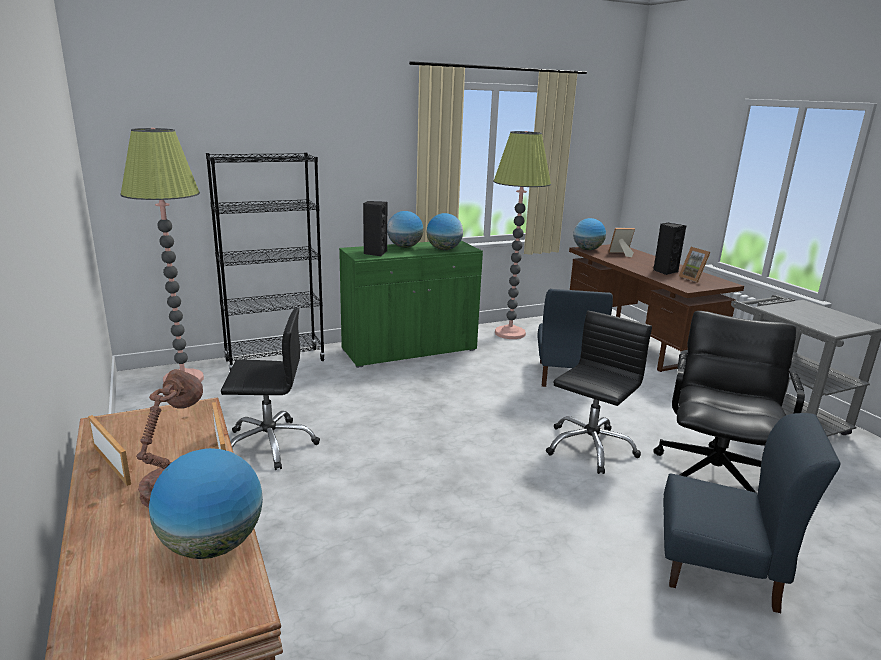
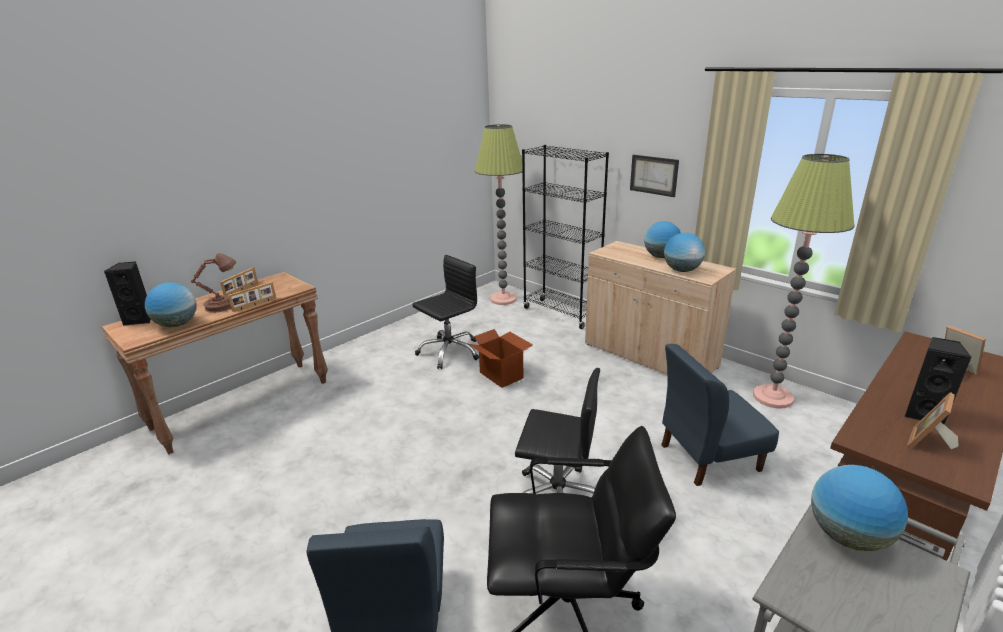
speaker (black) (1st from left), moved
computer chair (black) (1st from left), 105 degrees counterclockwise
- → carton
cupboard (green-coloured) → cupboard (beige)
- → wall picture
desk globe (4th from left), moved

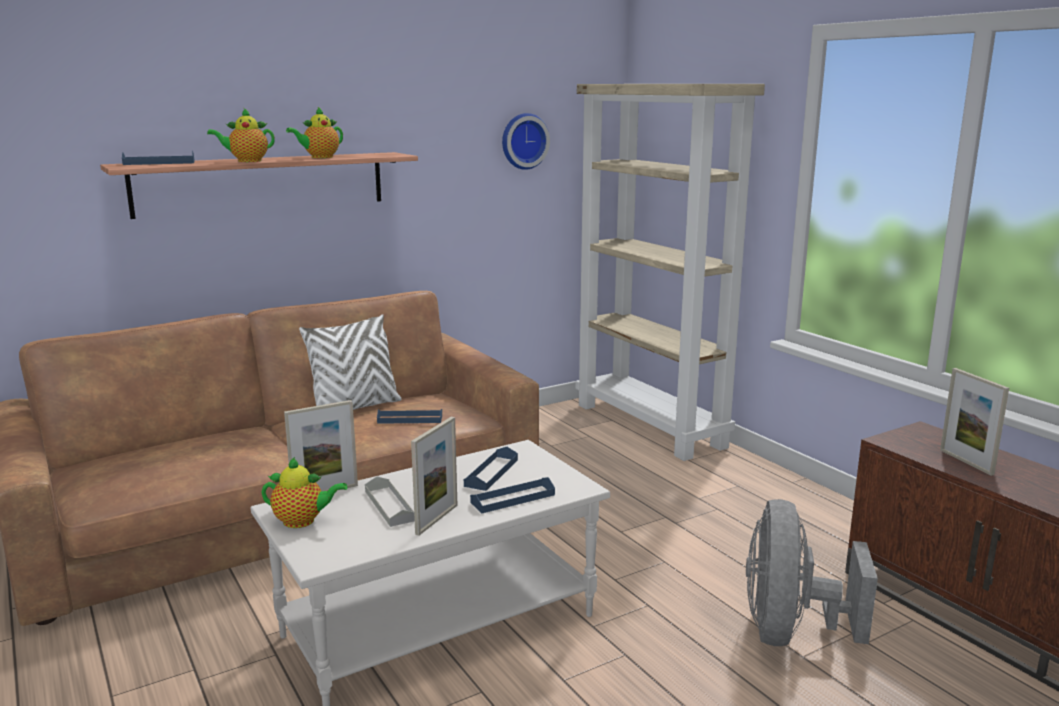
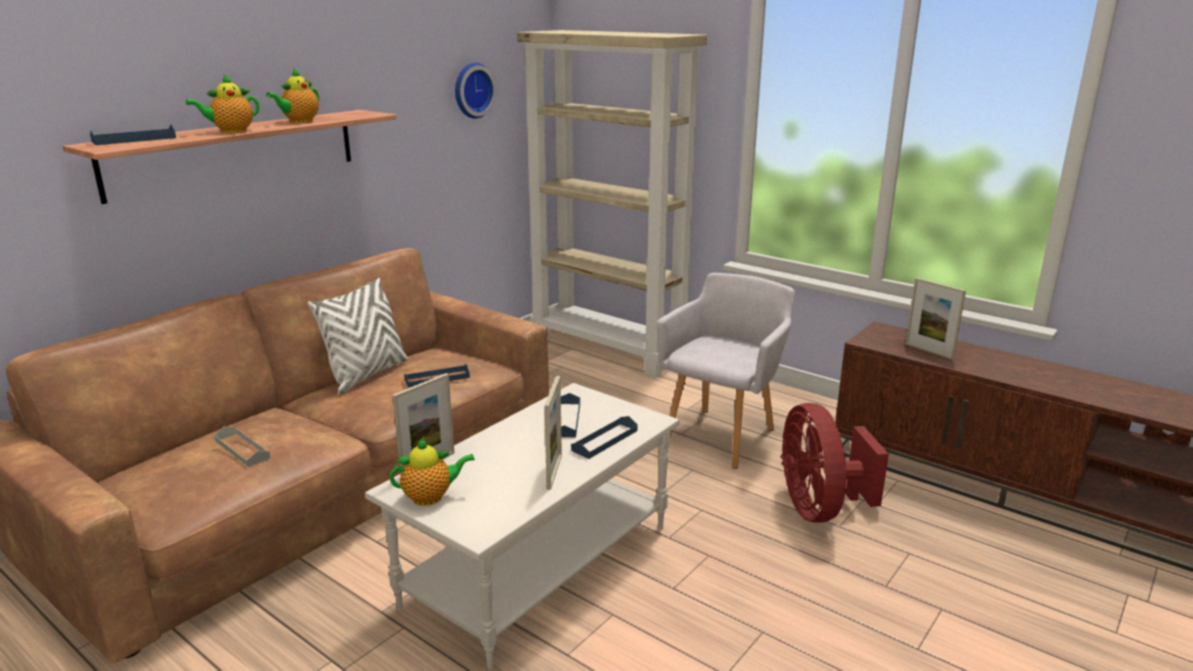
tray (greyish), moved
- → lounge chair (greyish)
fan (greyish) → fan (red)

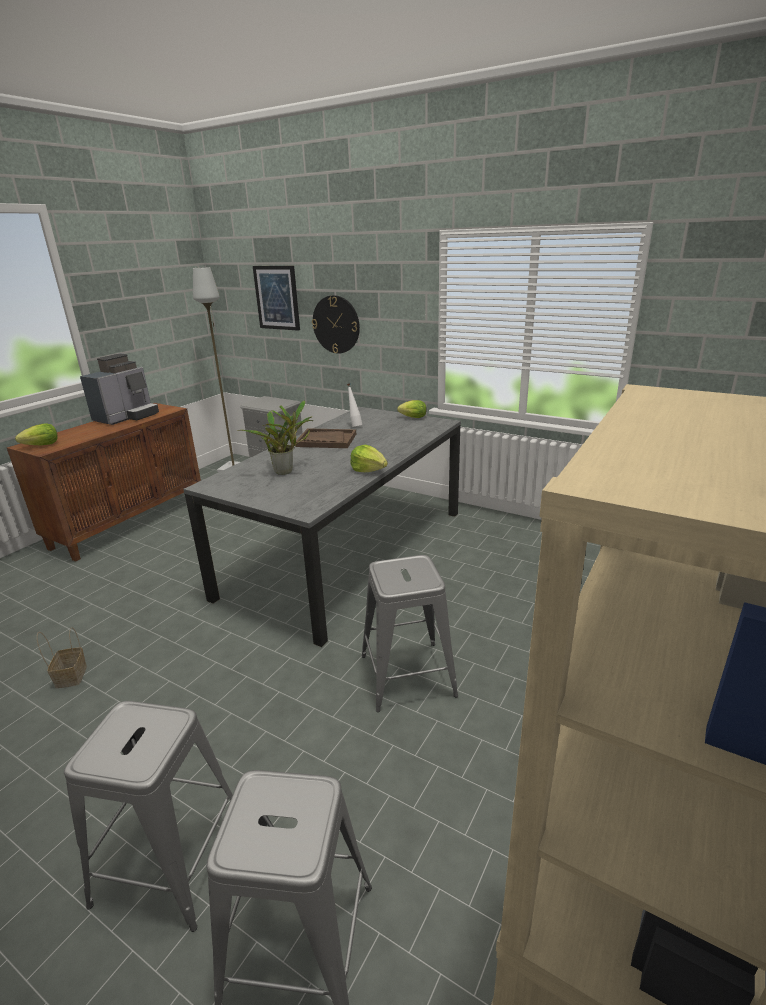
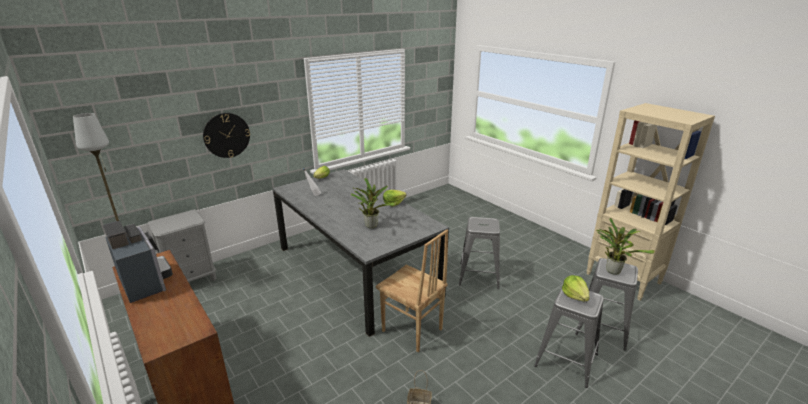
- → upright chair (brown)
head of lettuce (1st from left in the first image) → head of lettuce (3rd from left), moved
- → plant in a pot (2nd from left)
wall picture → -
tray (brown) → -

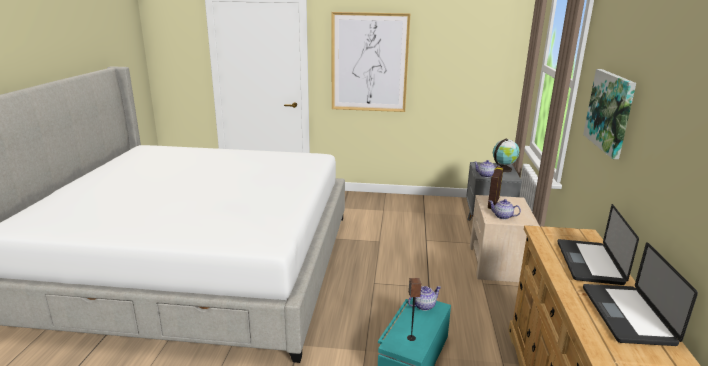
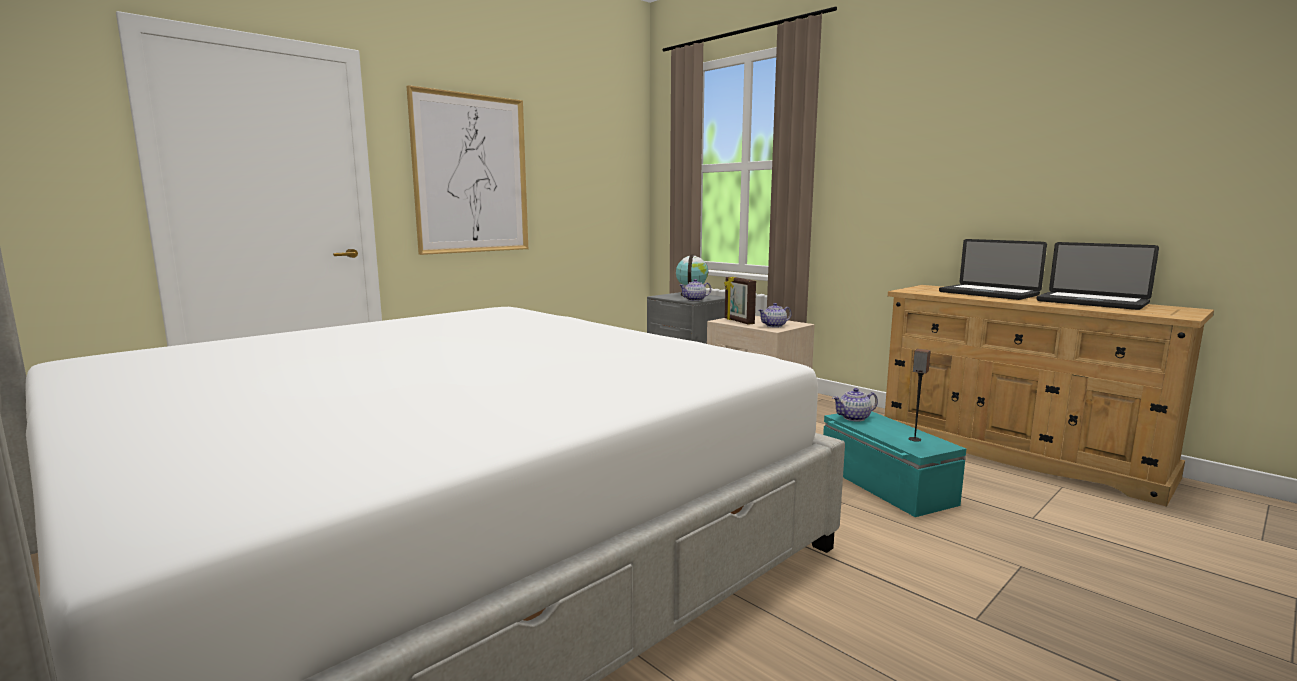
teapot (1st from left in the first image) → teapot (3rd from left), 120 degrees counterclockwise
wall picture (2nd from left) → -

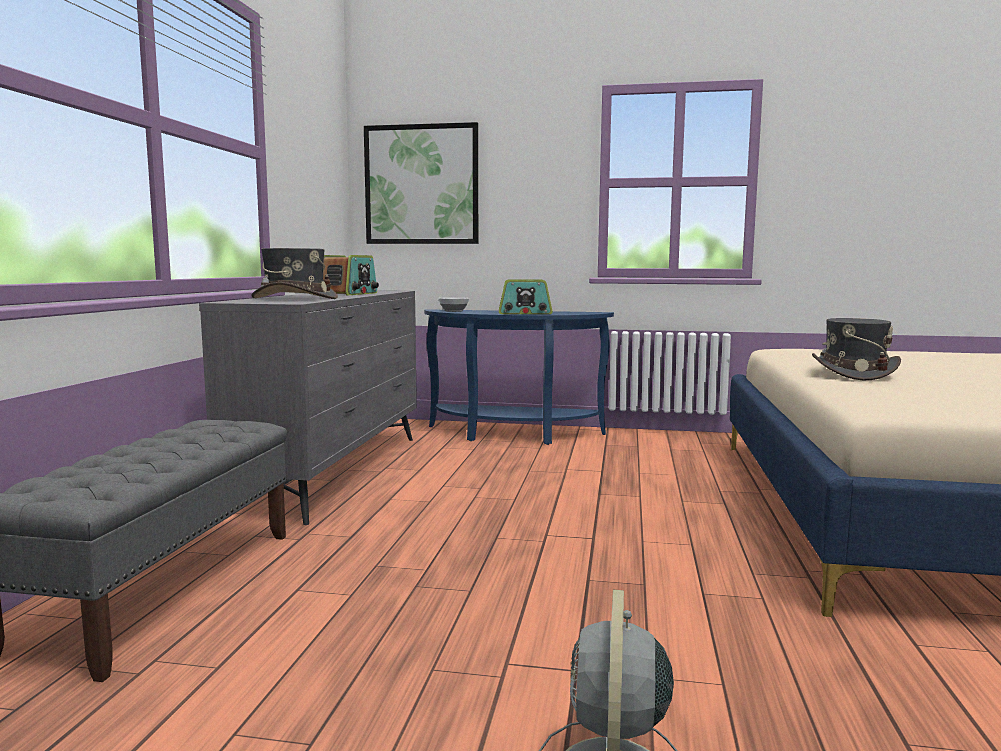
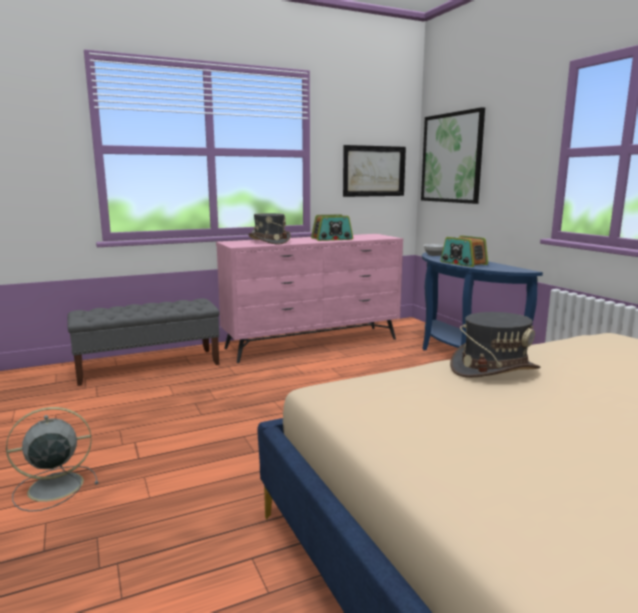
chest of drawers (greyish) → chest of drawers (pink-coloured)
- → wall picture (1st from left)

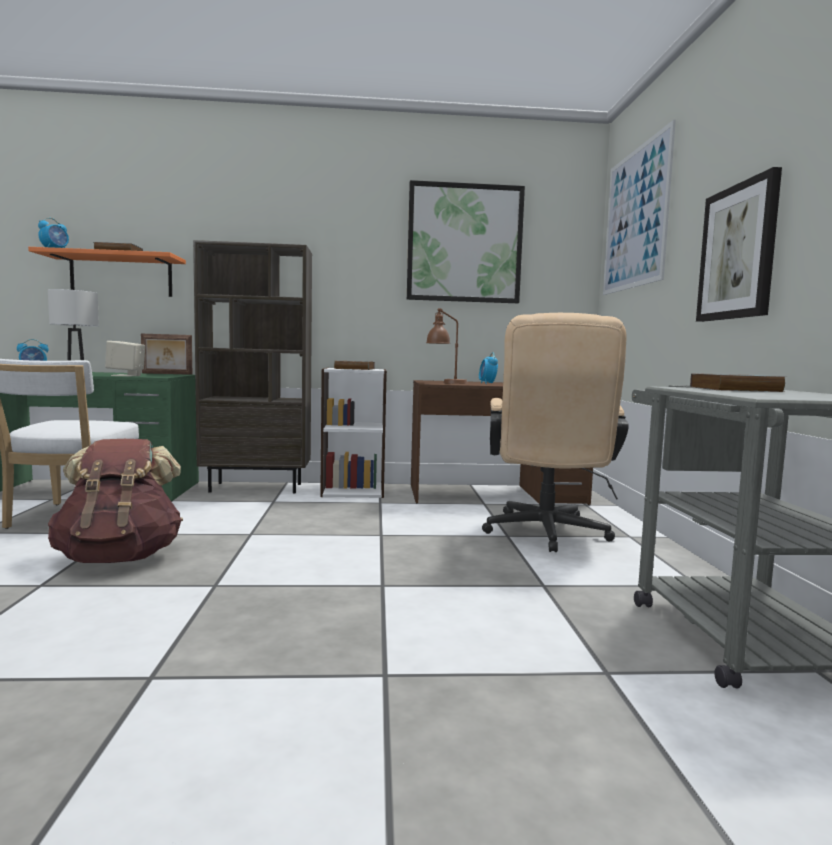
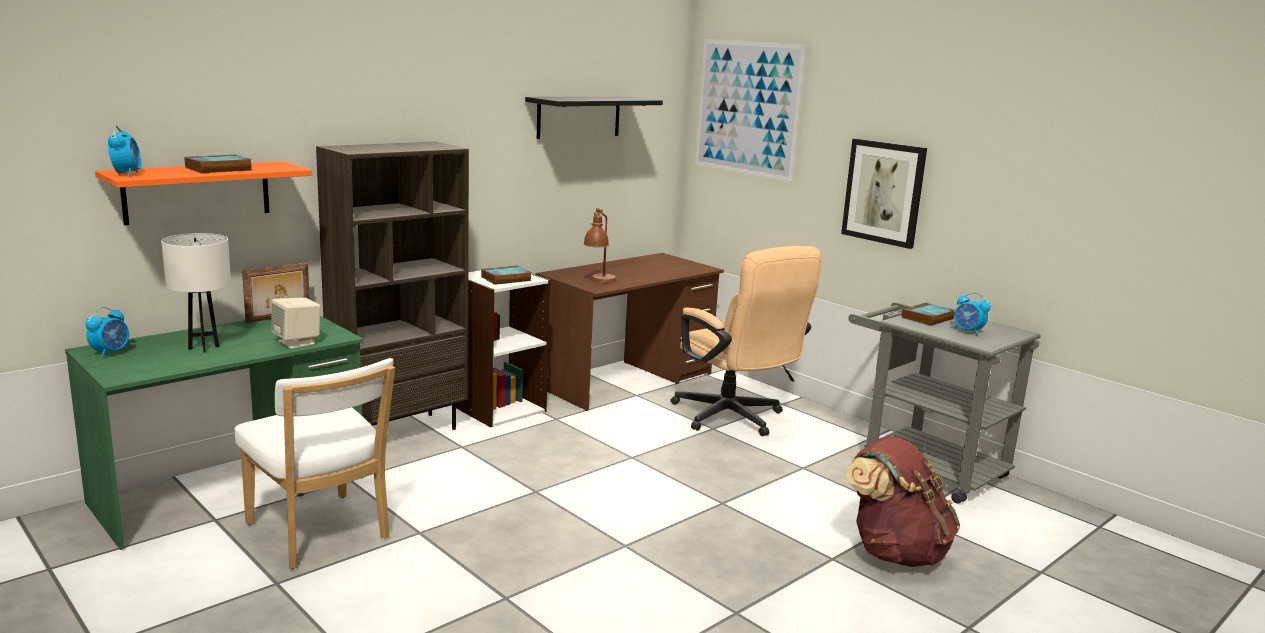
wall picture (1st from left) → shelf (black)
knapsack (brown), moved
alarm clock (3rd from left), moved

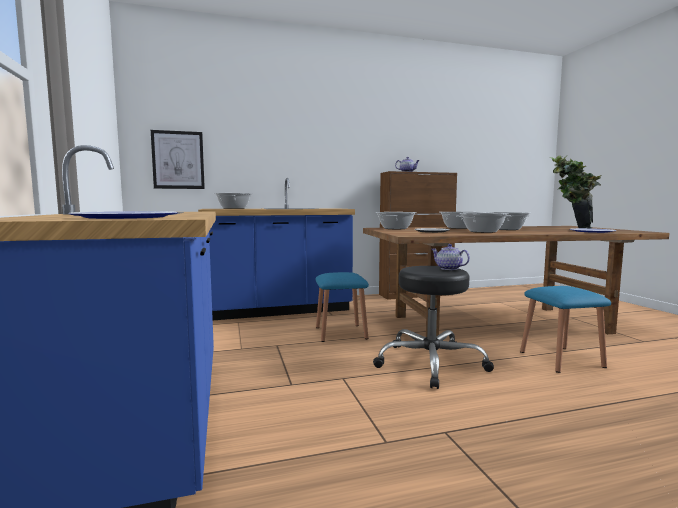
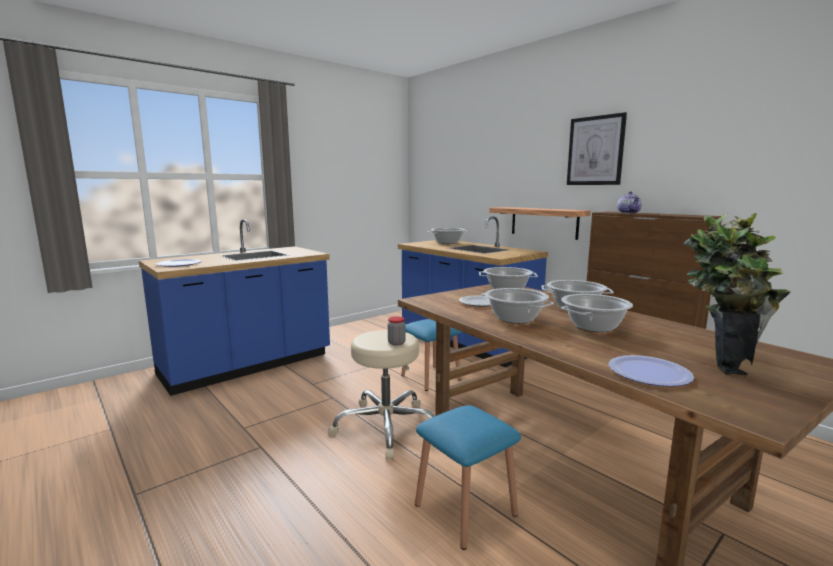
sitting stool (black) → sitting stool (beige)
teapot (2nd from left) → preserve jar
- → shelf
wall picture, moved

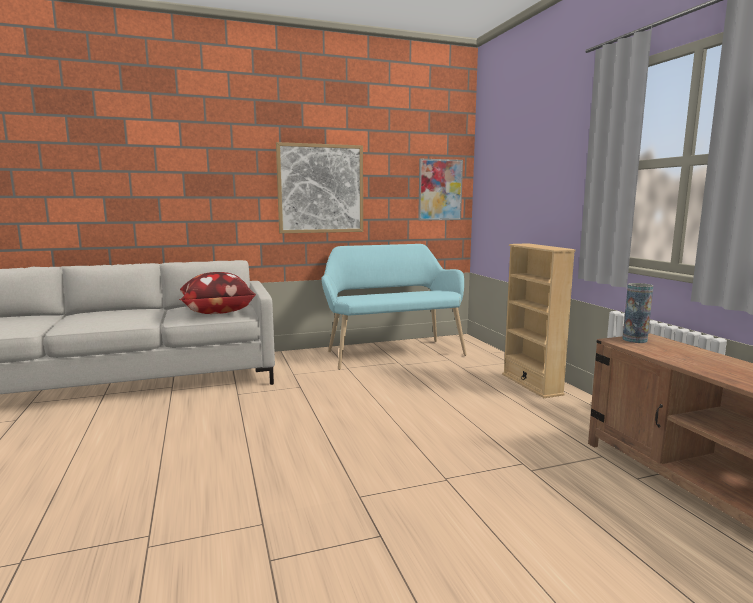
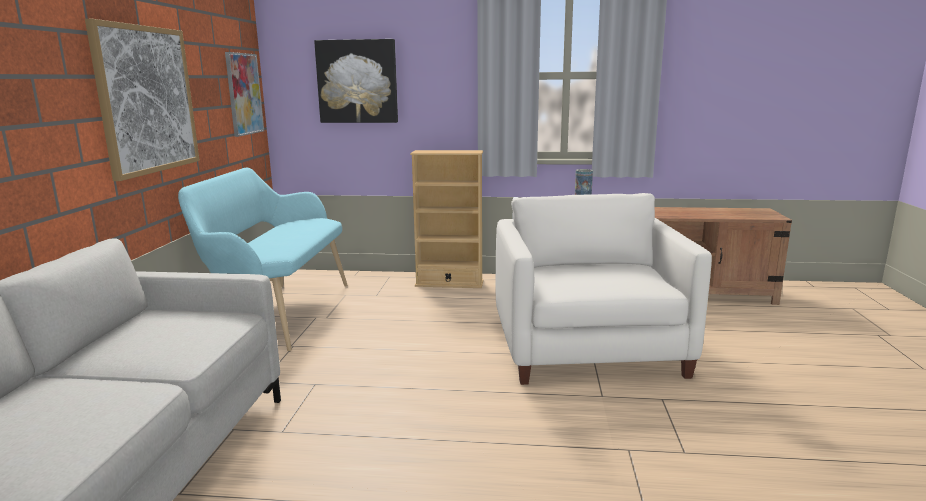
- → wall picture (3rd from left)
- → lounge chair (white-coloured)
cushion → -

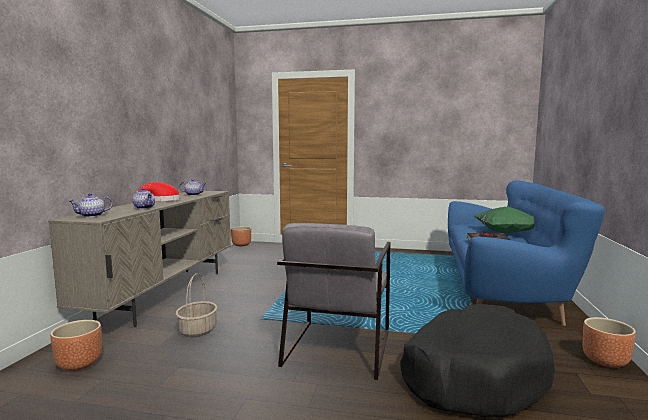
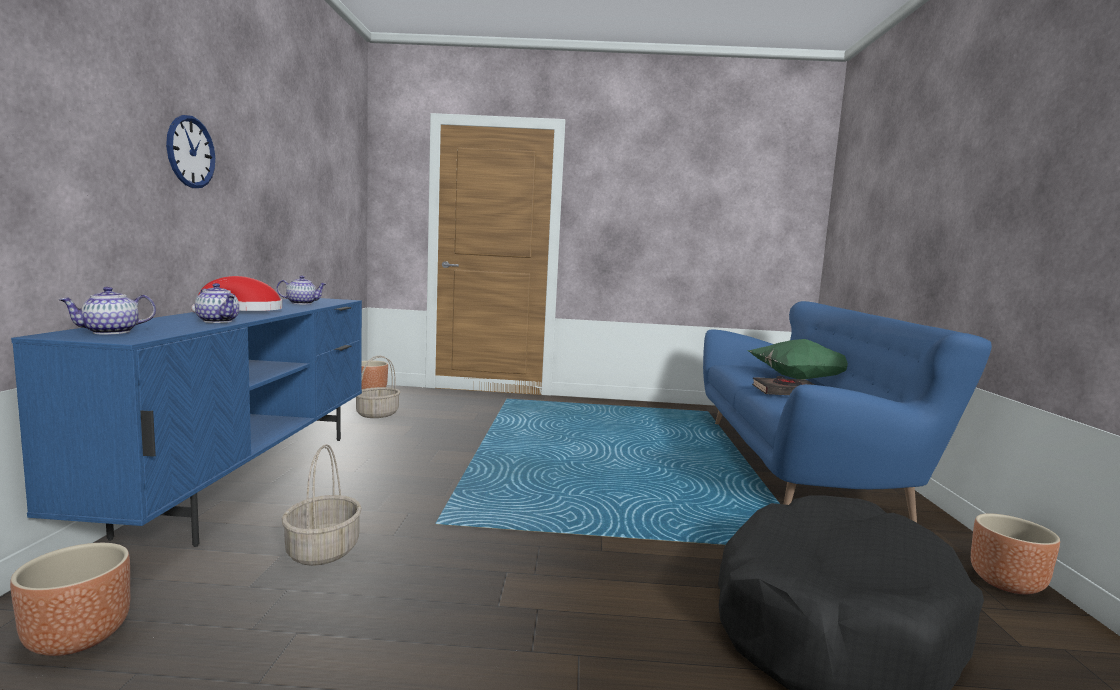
tv stand (beige) → tv stand (blue-coloured)
- → clock on the wall
- → household basket (2nd from left)
lounge chair (greyish) → -

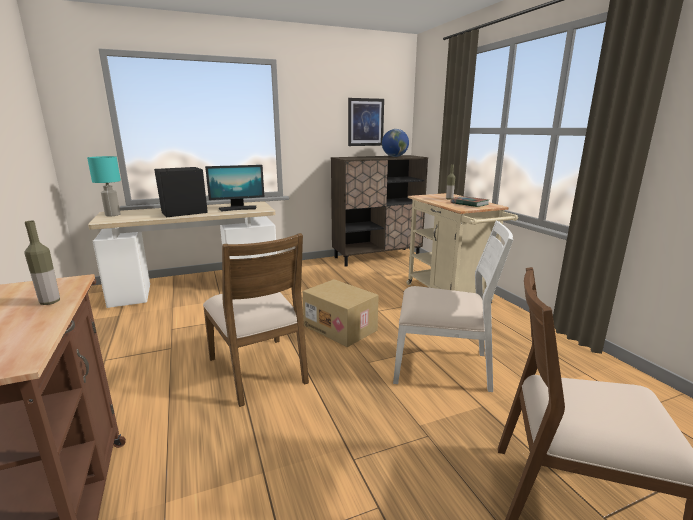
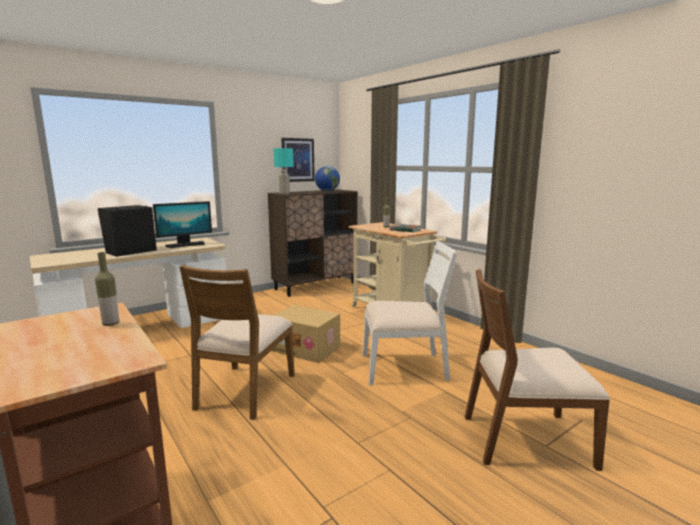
upright chair (brown) (1st from left), 60 degrees clockwise
lamp for a table (turquoise-coloured), moved

